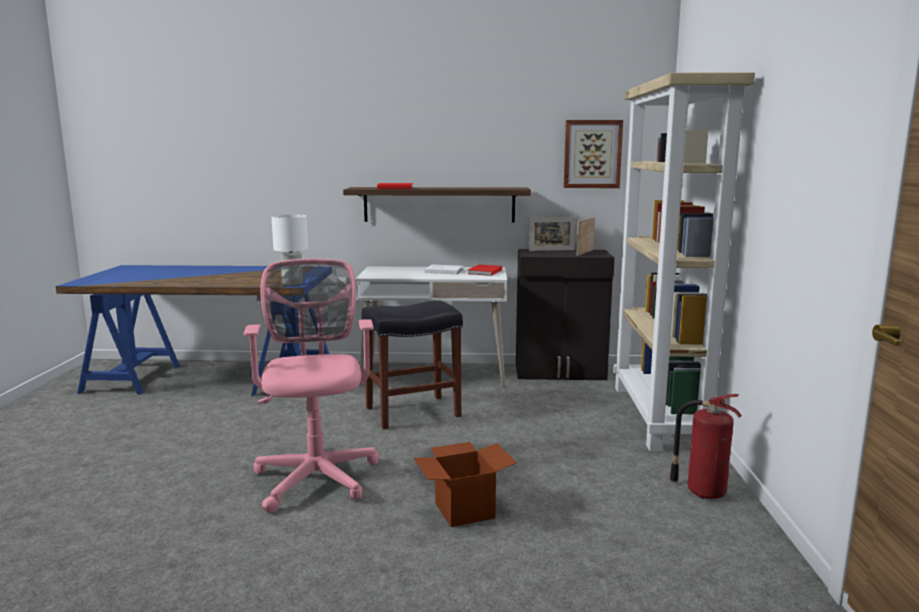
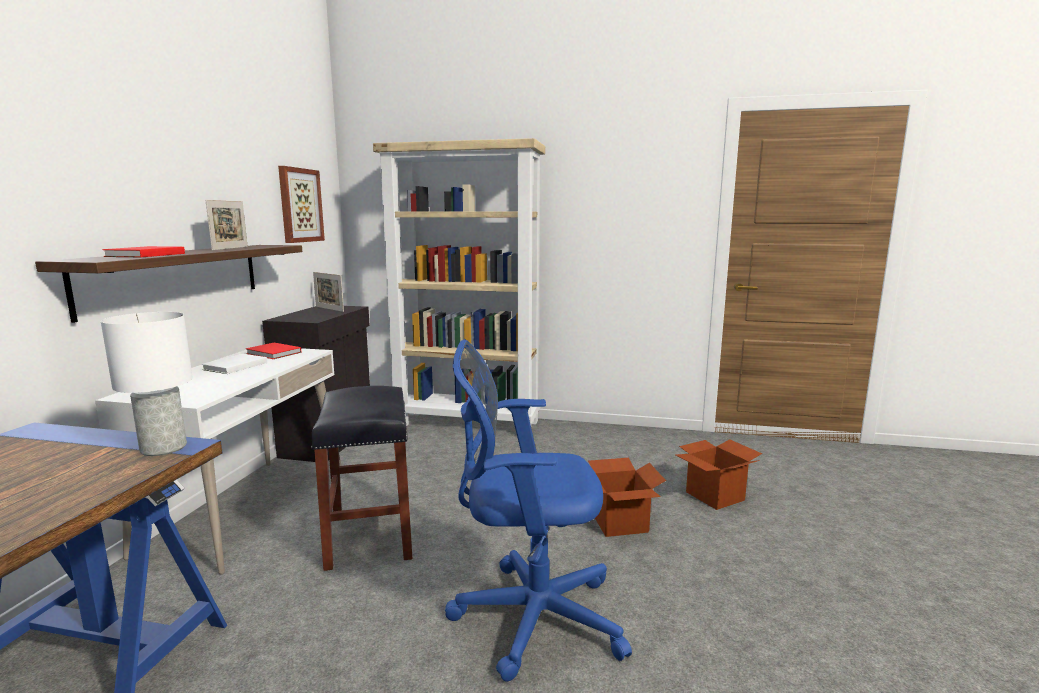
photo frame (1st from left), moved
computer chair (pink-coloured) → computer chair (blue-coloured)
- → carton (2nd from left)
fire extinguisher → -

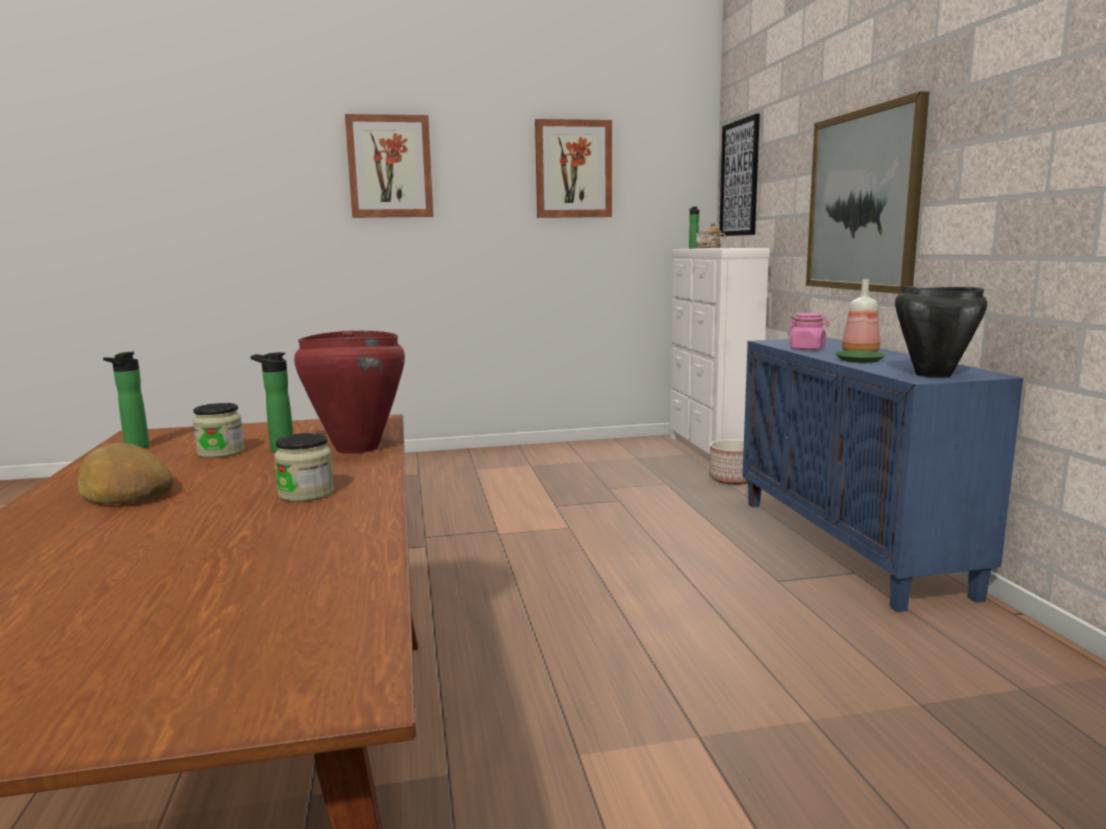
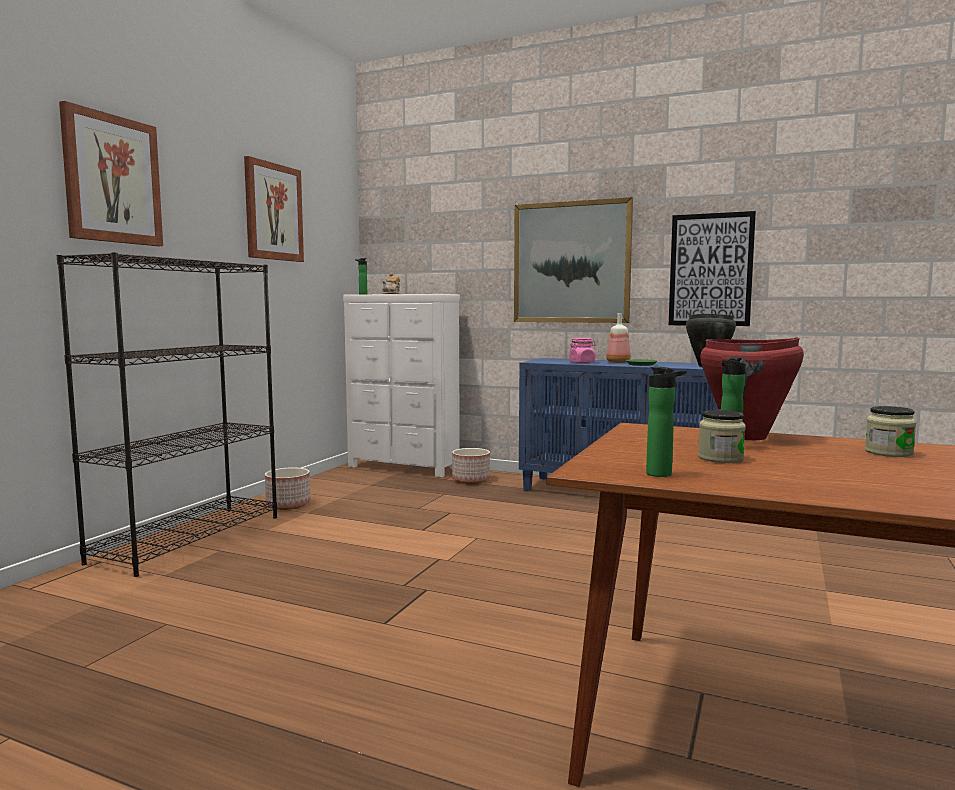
- → bookshelf (black)
- → flower pot (1st from left)
wall picture (3rd from left in the first image) → wall picture (4th from left), moved
bread → -

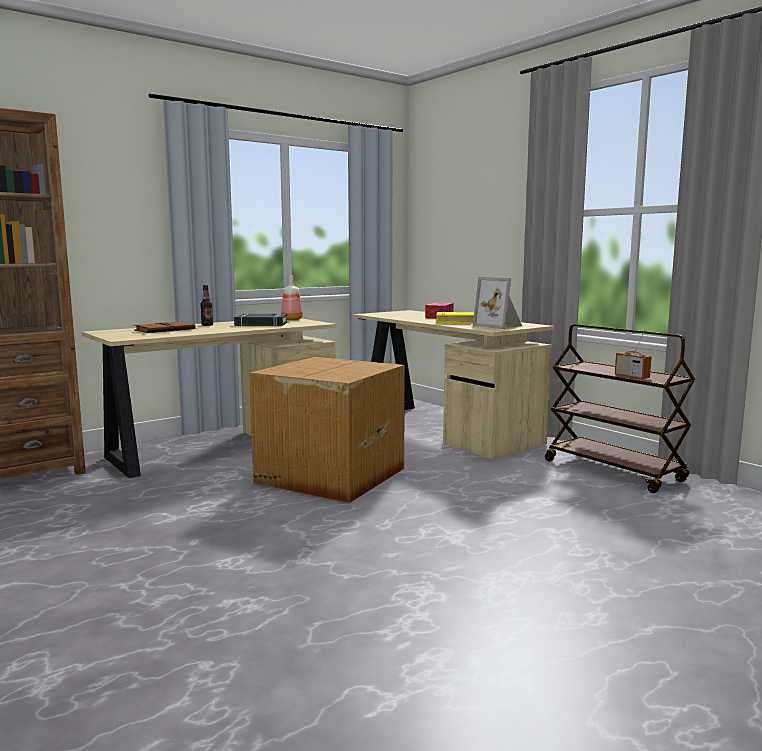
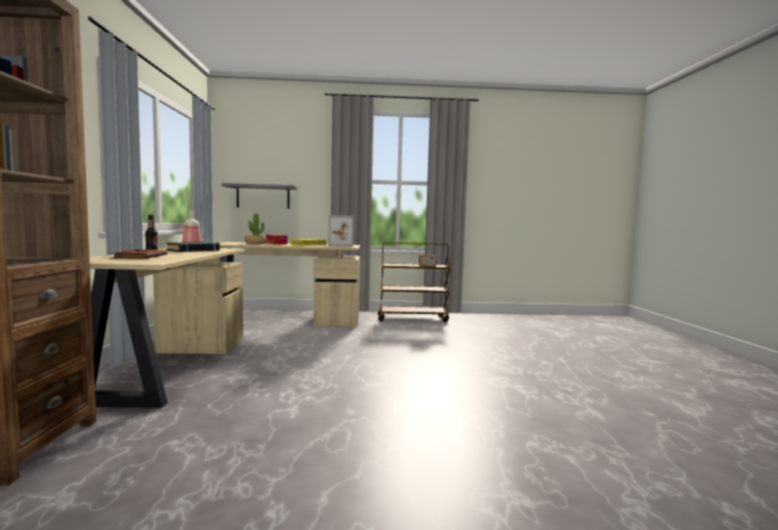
- → shelf (greyish)
- → plant in a pot
carton → -

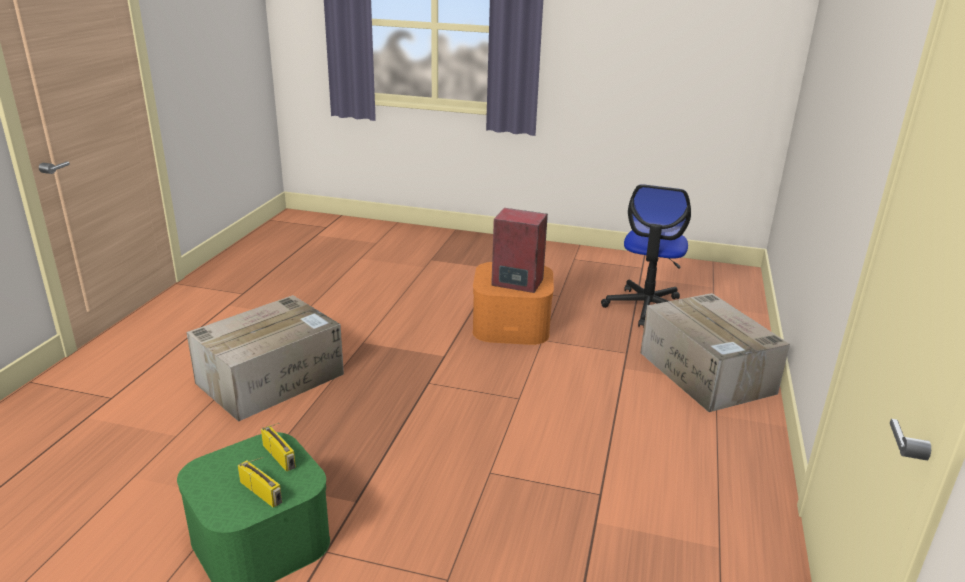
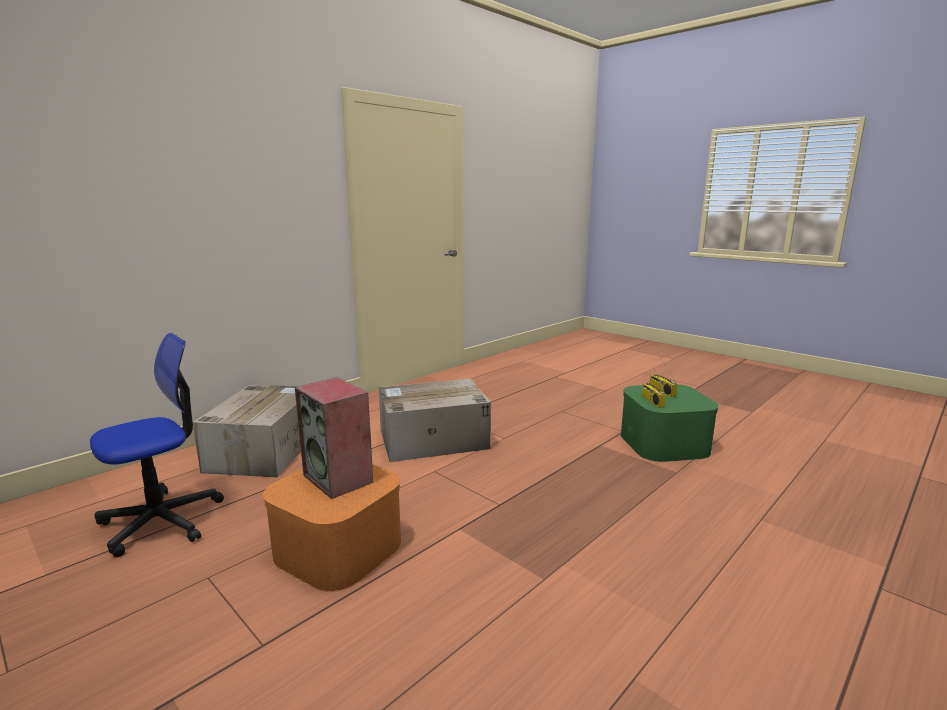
carton (1st from left in the first image) → carton (2nd from left), moved

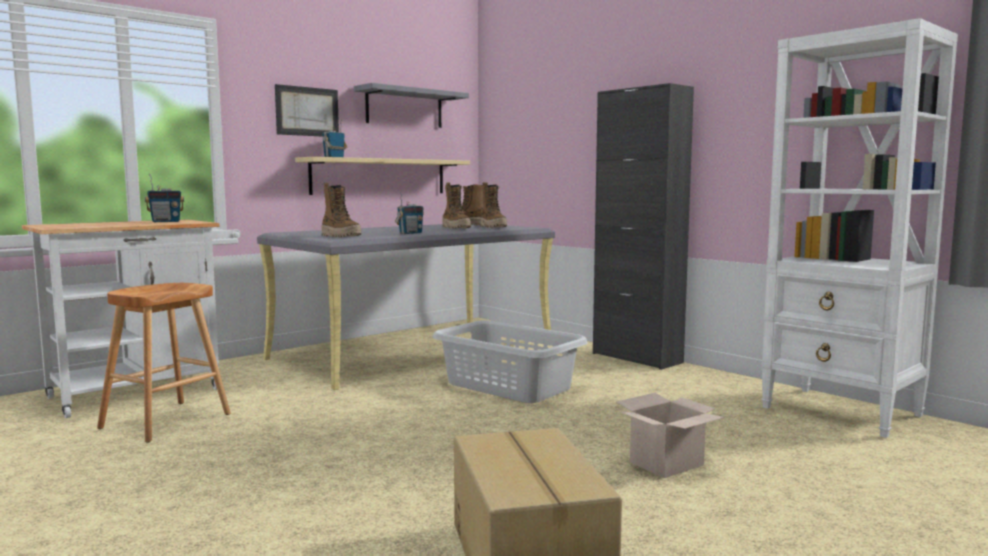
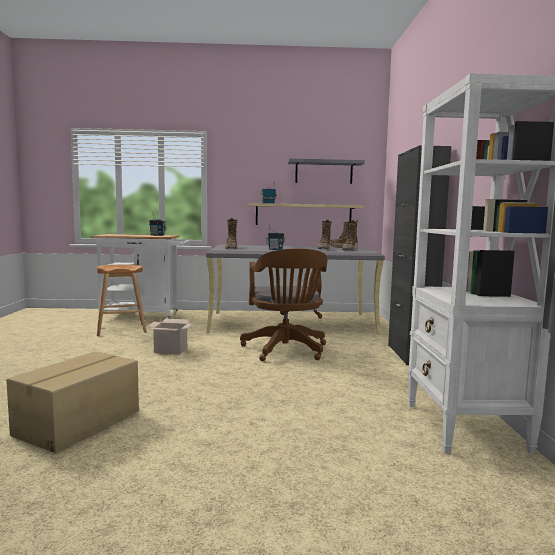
carton (2nd from left), moved
washing basket (greyish) → computer chair (brown)
wall picture → -

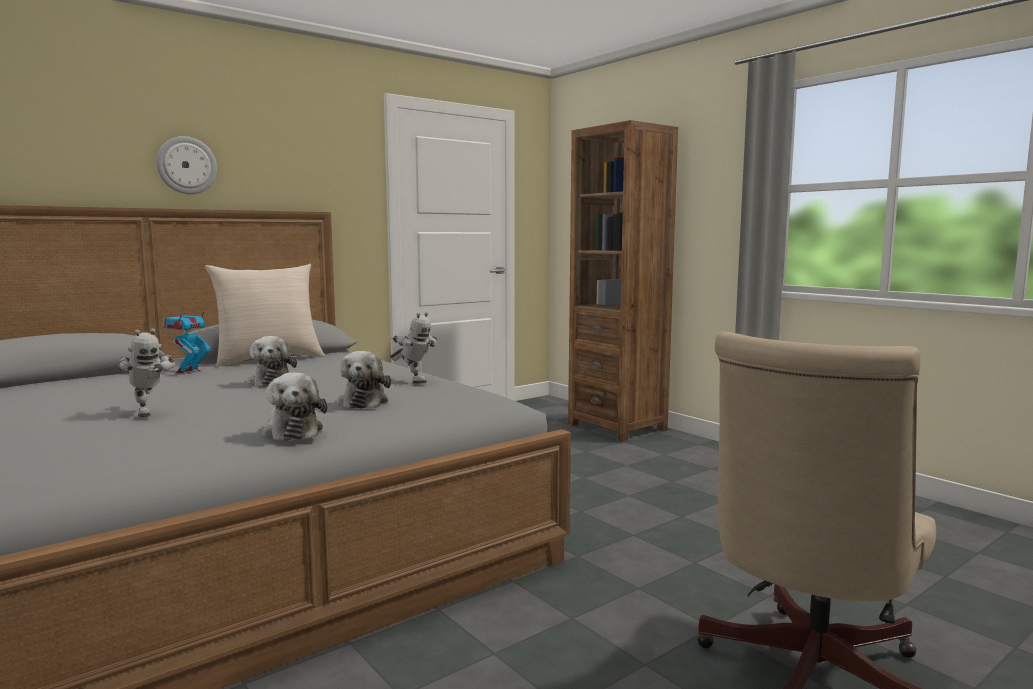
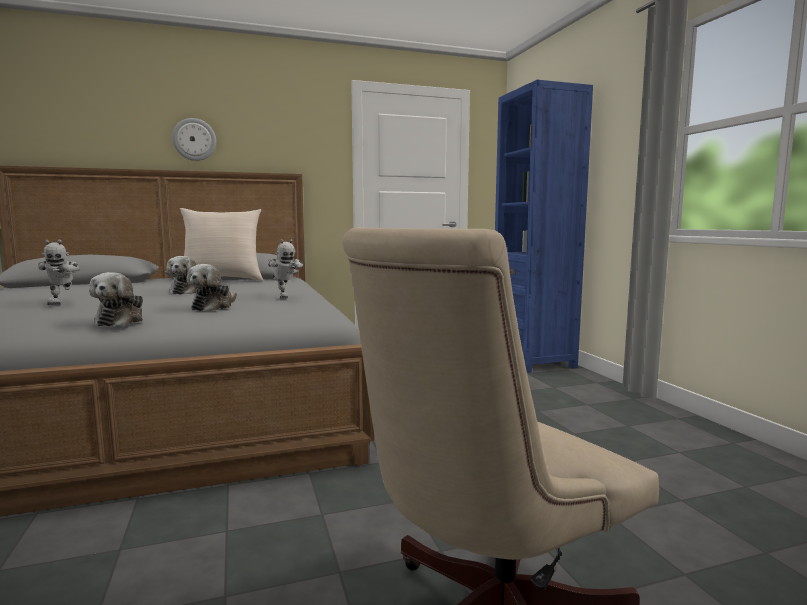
bookshelf (brown) → bookshelf (blue-coloured)
toy robot (2nd from left) → -

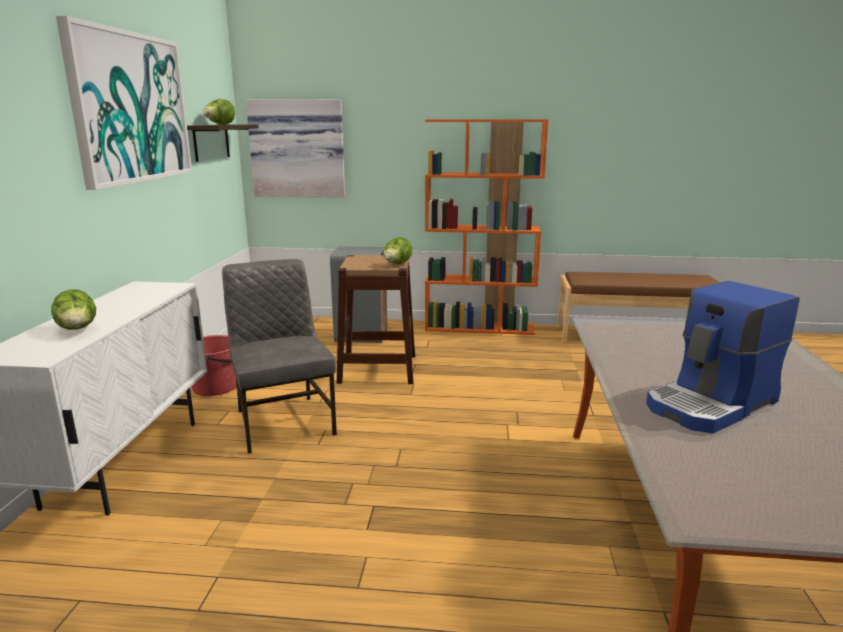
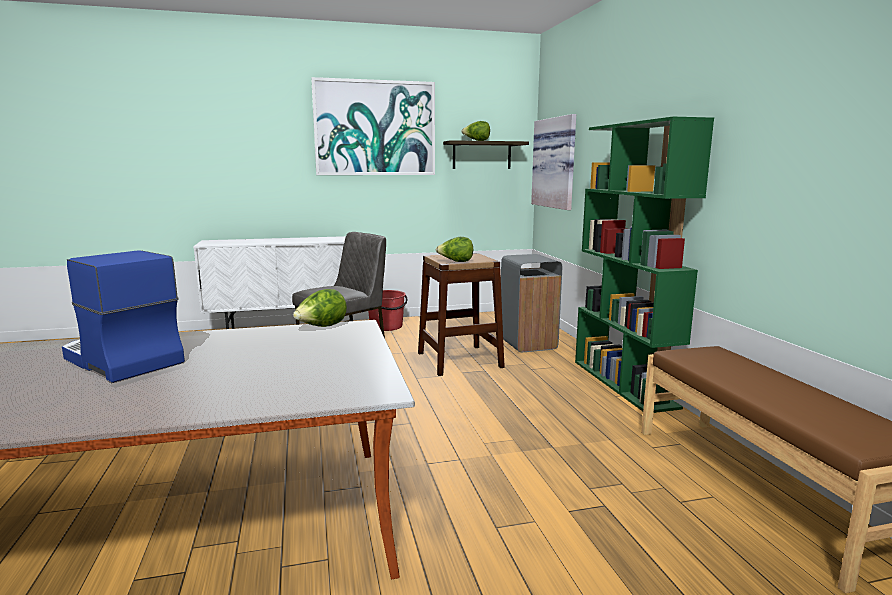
head of lettuce (1st from left), moved
bookshelf (orange) → bookshelf (green-coloured)

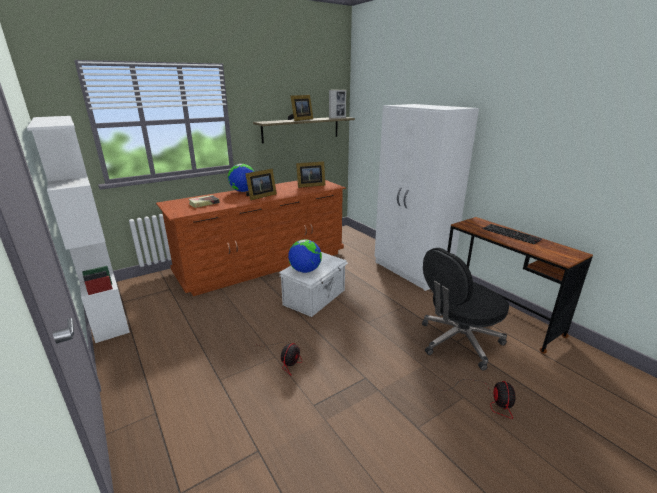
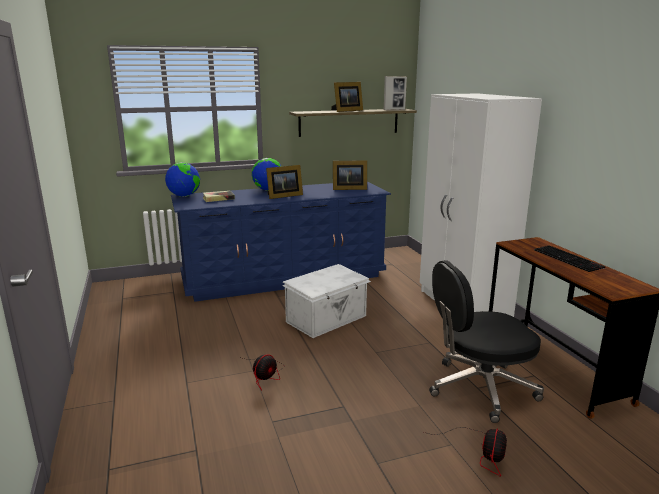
desk globe (2nd from left in the first image) → desk globe (1st from left), moved
chest of drawers (brown) → chest of drawers (blue-coloured)
bookshelf (white-coloured) → -

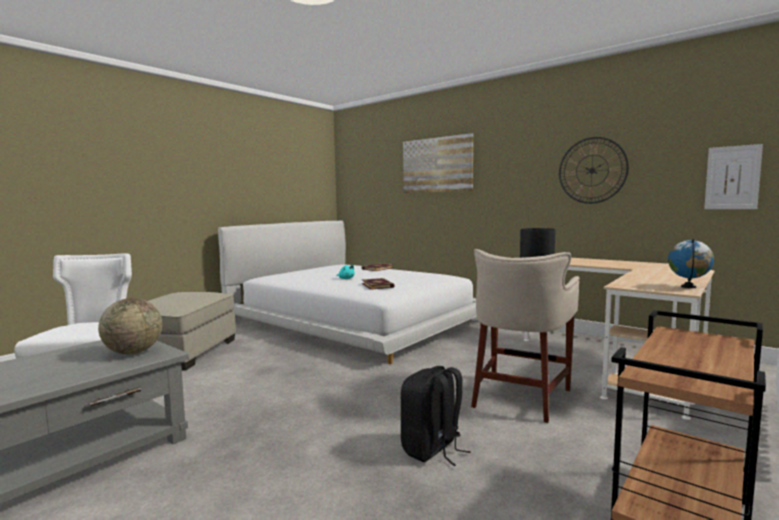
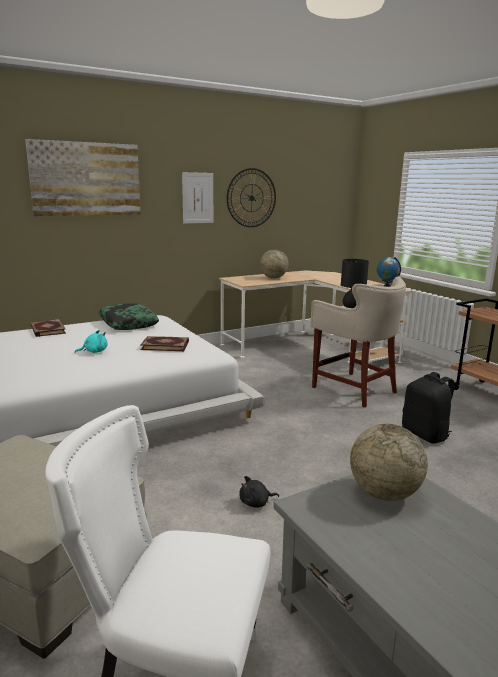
- → cushion
wall picture (2nd from left), moved
- → plush toy (black)
- → desk globe (1st from left)

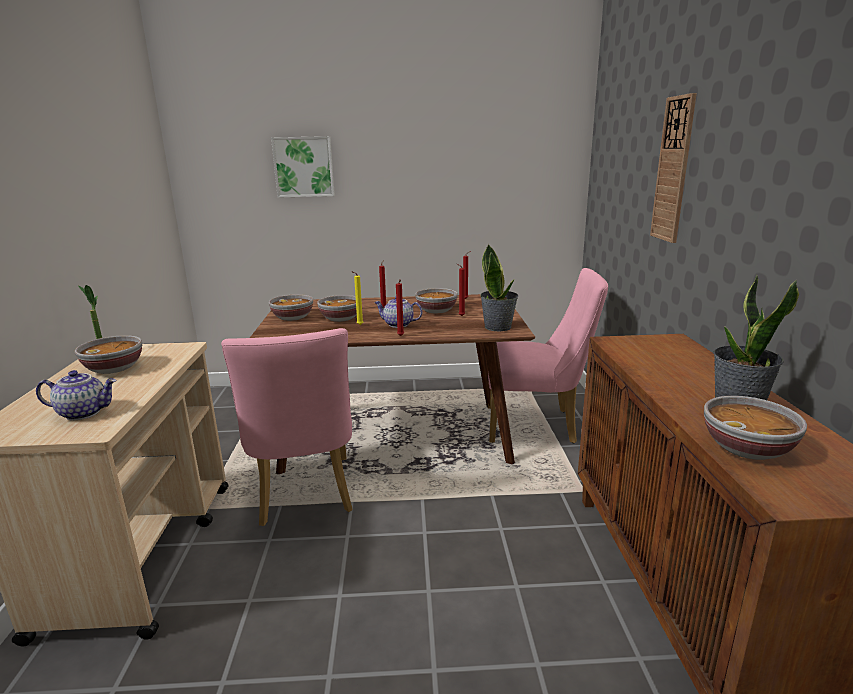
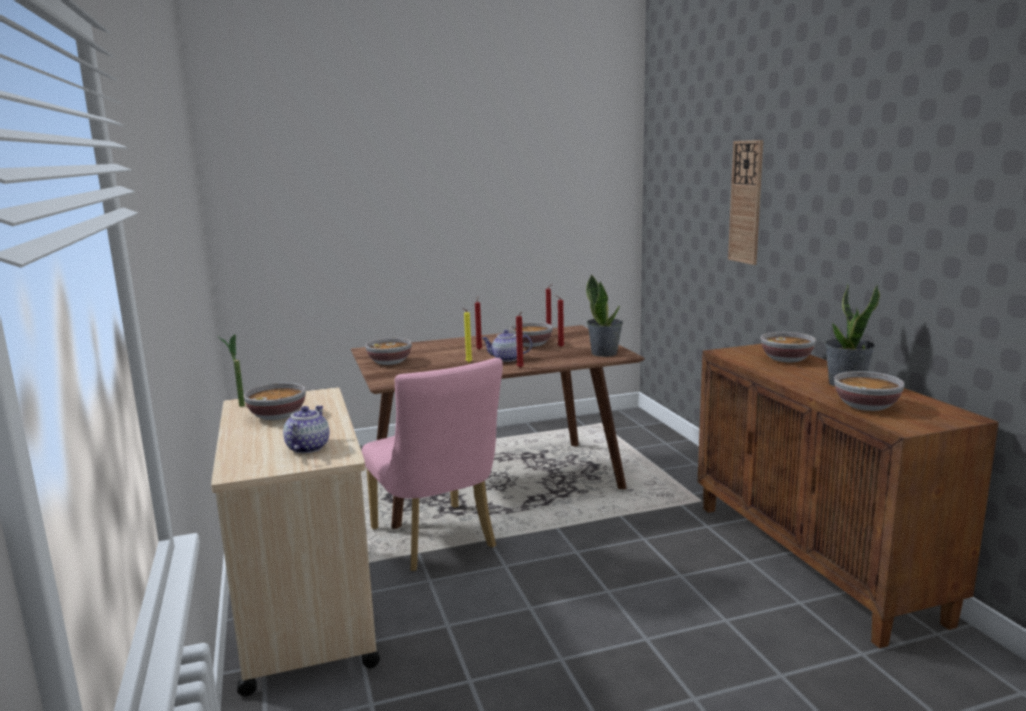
teapot (1st from left), 60 degrees counterclockwise
serving bowl (3rd from left in the first image) → serving bowl (4th from left), moved
wall picture → -
upright chair (pink-coloured) (2nd from left) → -

